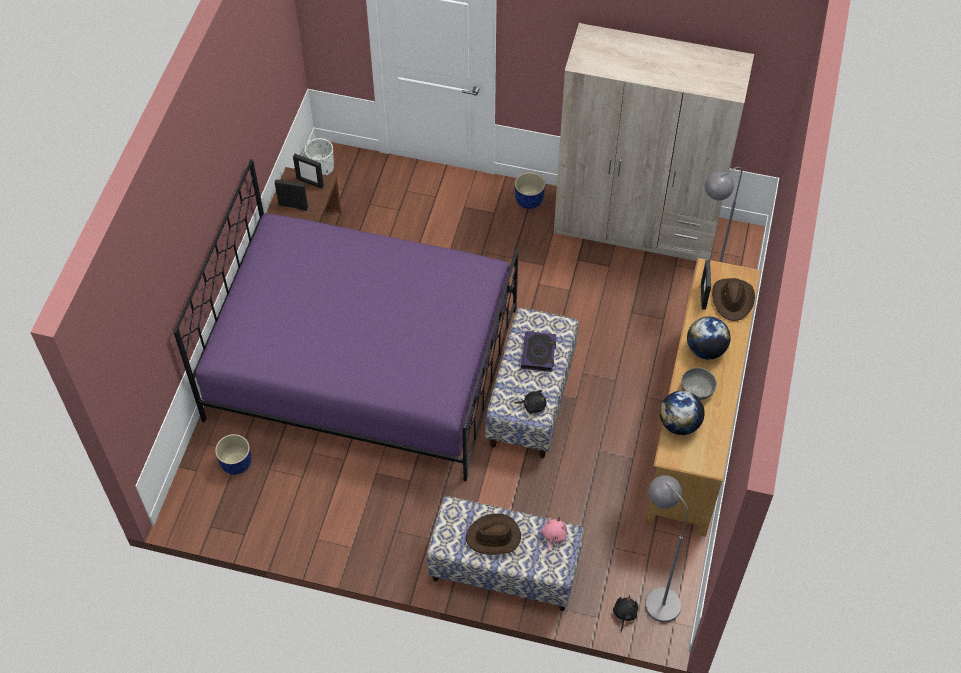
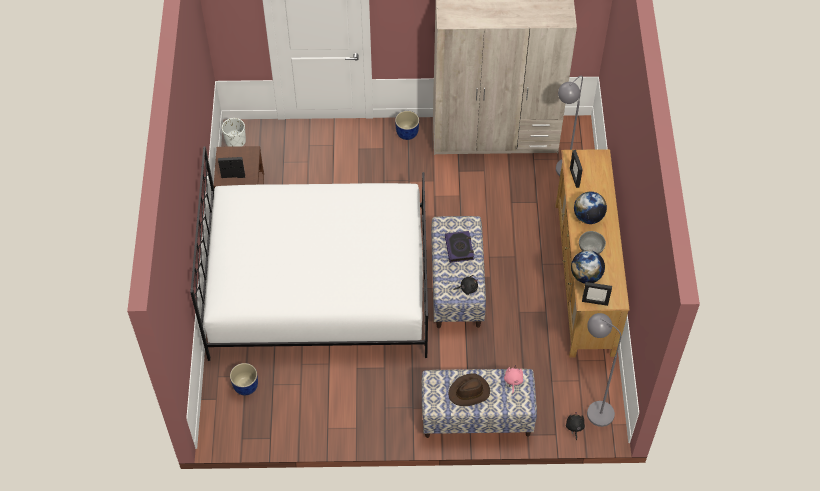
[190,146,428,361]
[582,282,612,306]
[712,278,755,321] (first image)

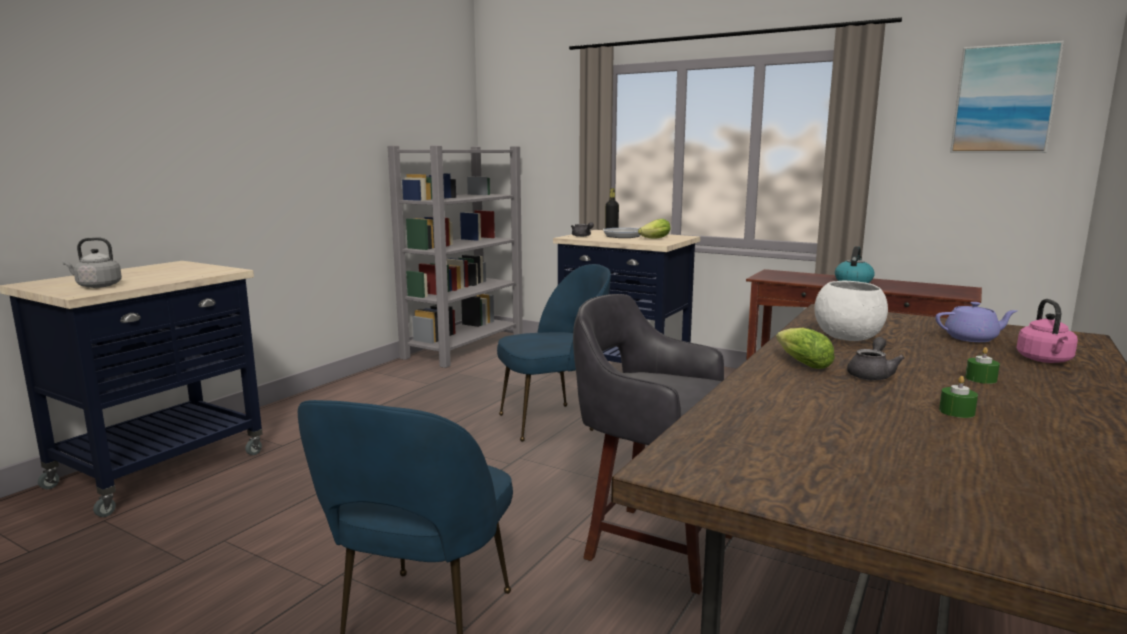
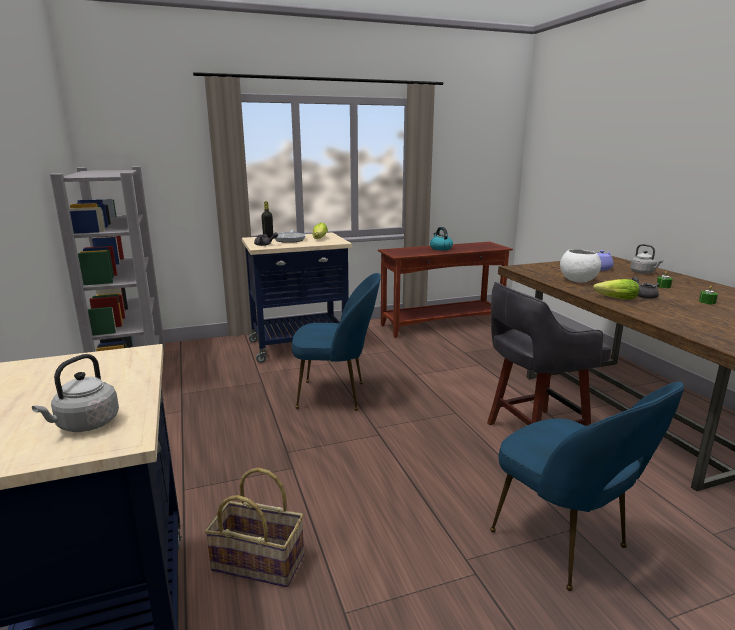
[292,273,381,411]
[950,41,1064,153] (first image)
[630,244,663,274]
[204,467,304,587]

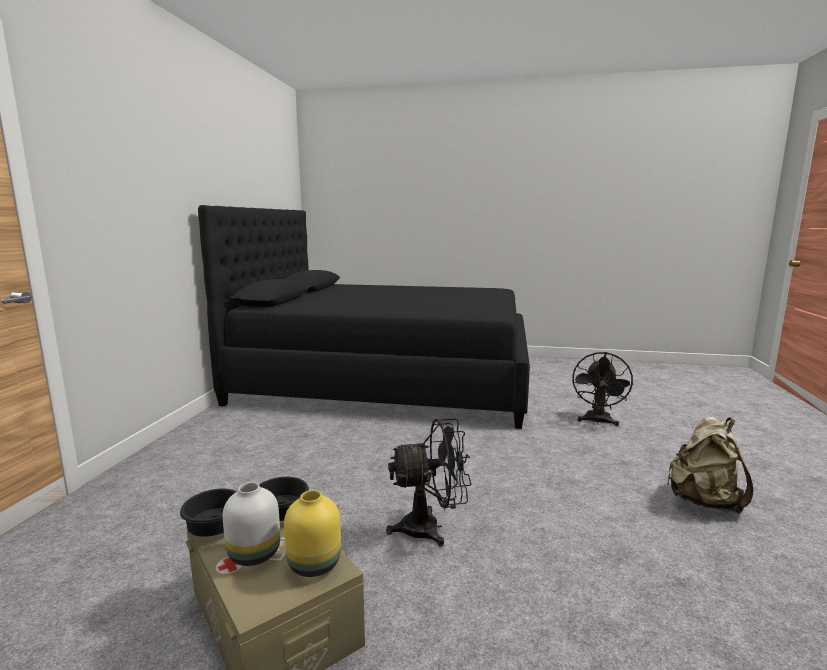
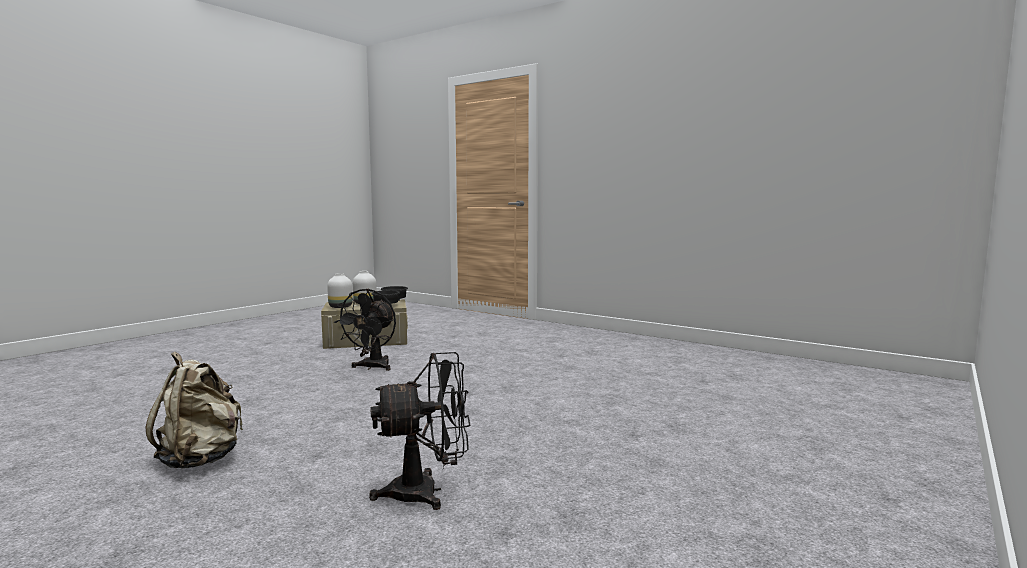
[198,205,530,429] (first image)
[327,273,353,308]
[369,352,470,510]

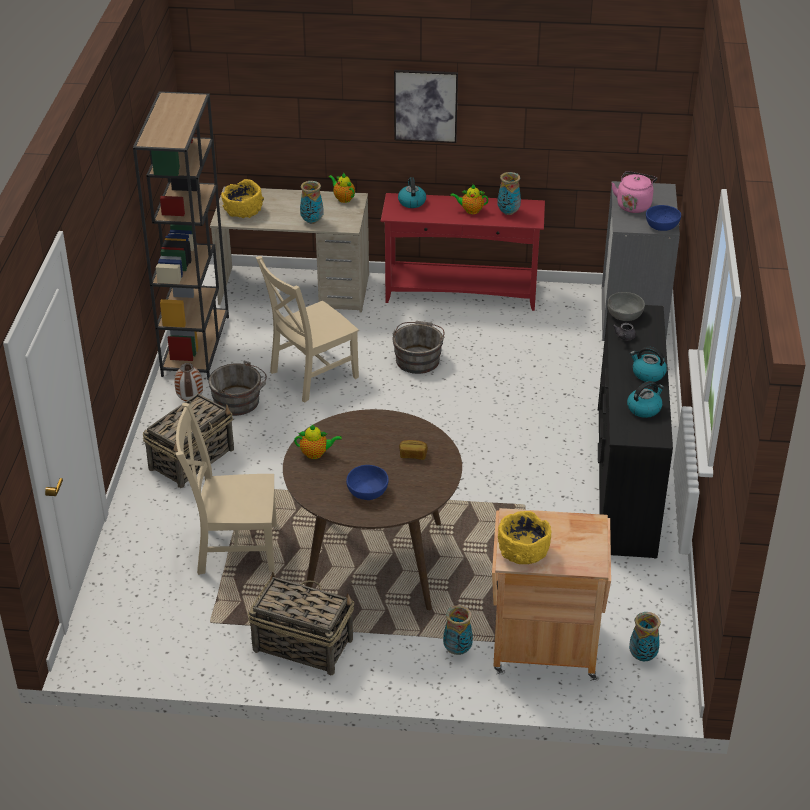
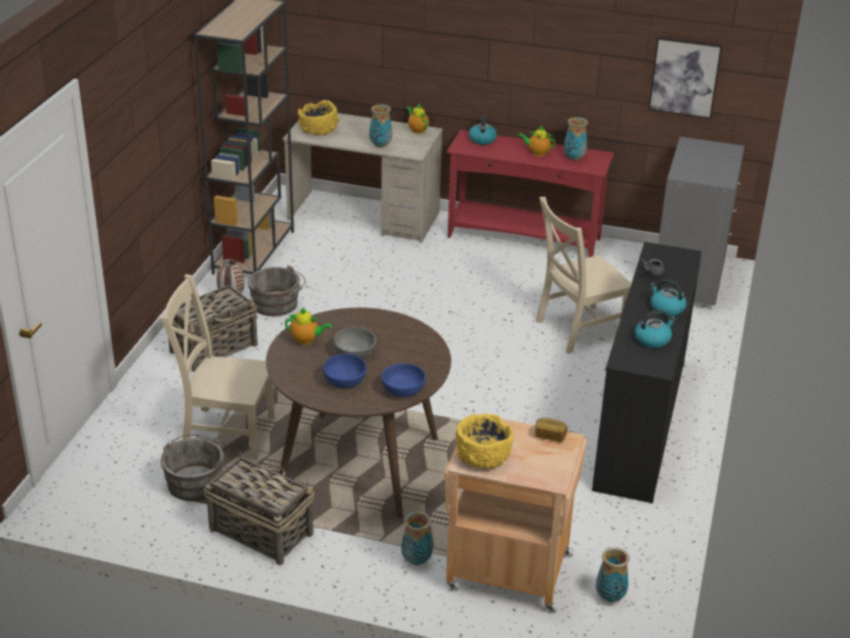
[536,197,631,354]
[161,434,229,501]
[648,37,722,119]
[535,418,568,442]
[334,327,376,359]
[611,171,657,213] (first image)
[382,363,426,397]

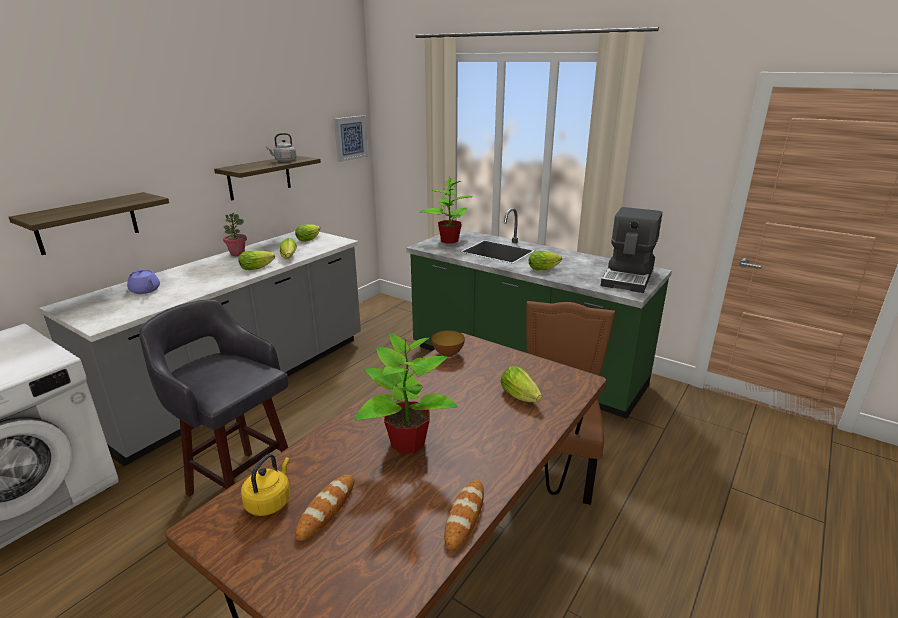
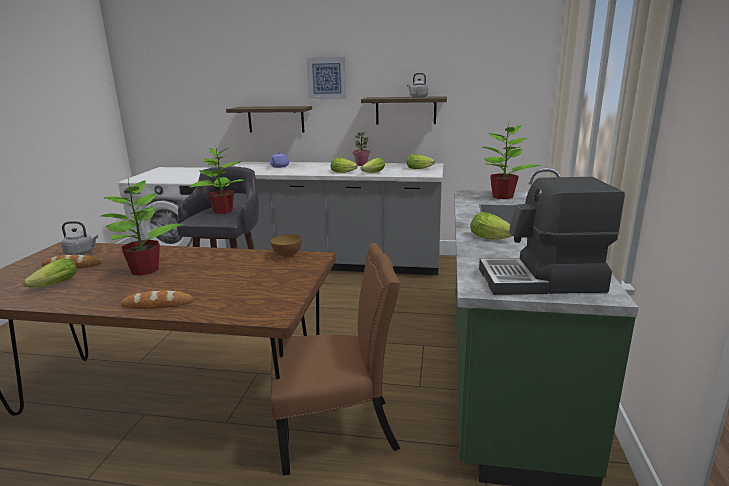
[61,221,98,255]
[306,57,347,99]
[121,290,194,309]
[23,258,77,288]
[190,145,244,214]

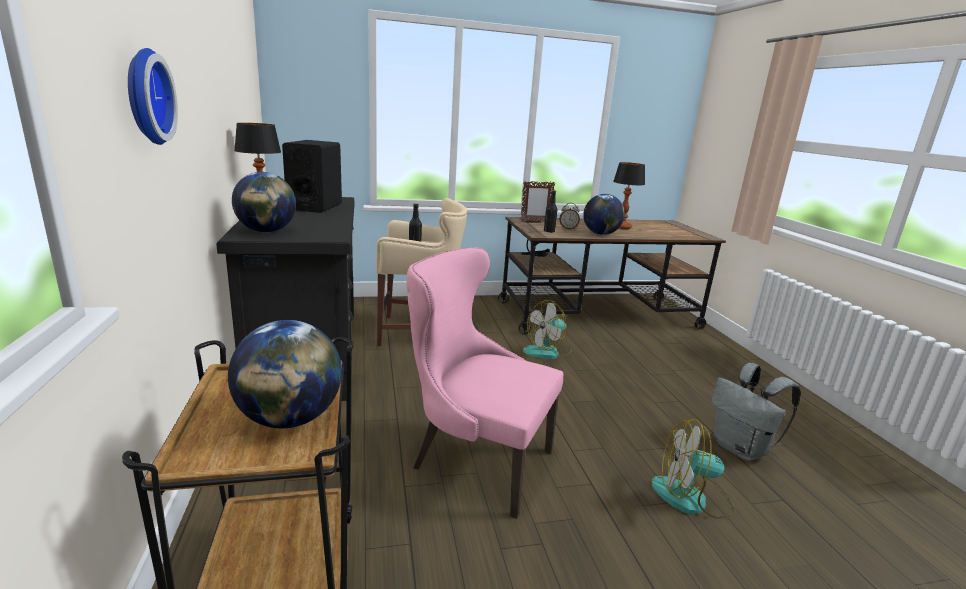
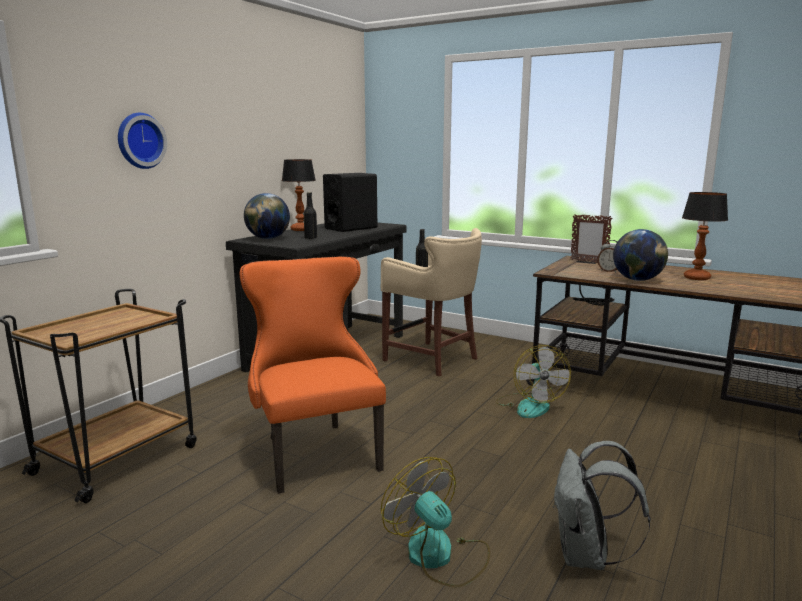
[228,320,342,428] (first image)
[240,256,386,494]
[496,345,571,418]
[304,192,317,239]

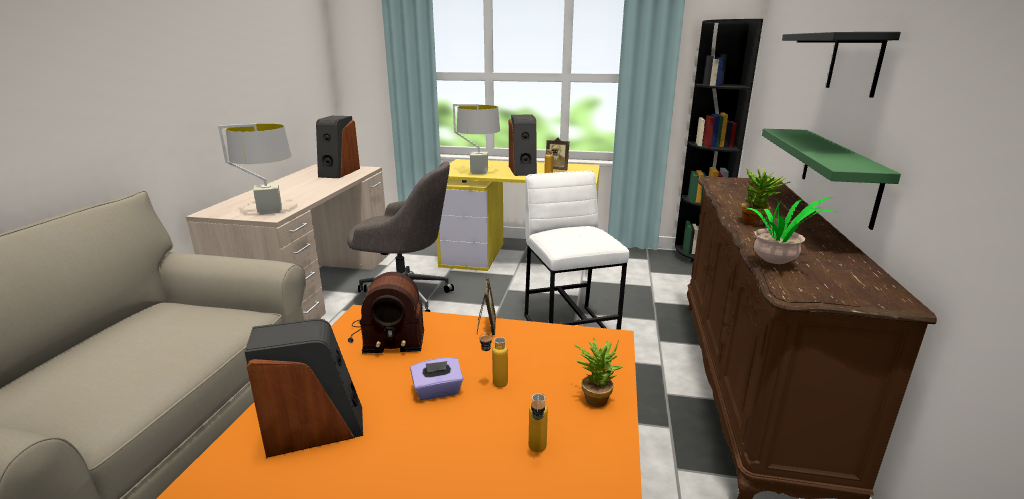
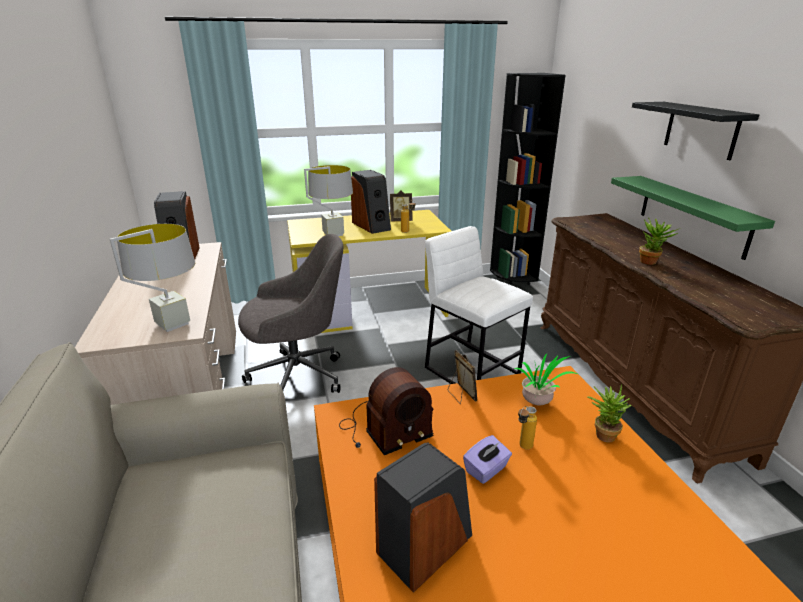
[529,393,548,452] (first image)
[514,353,577,405]

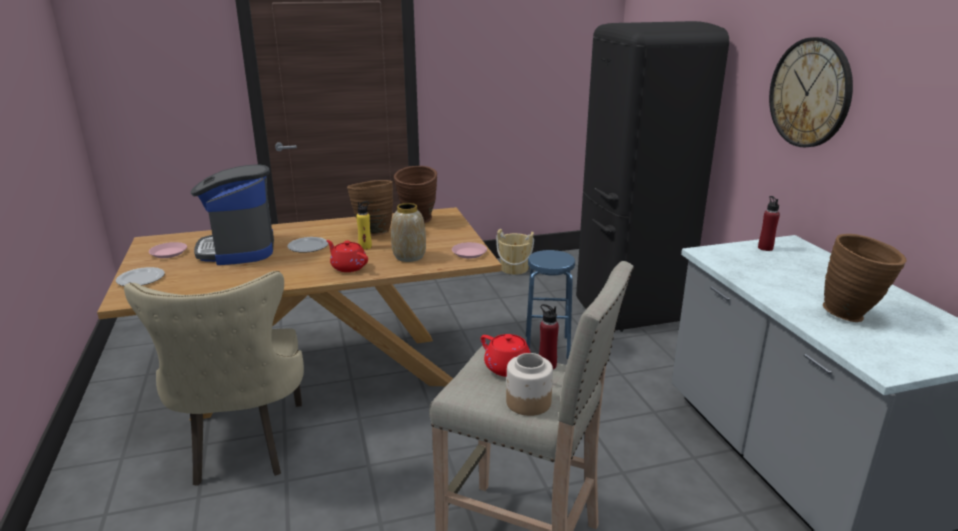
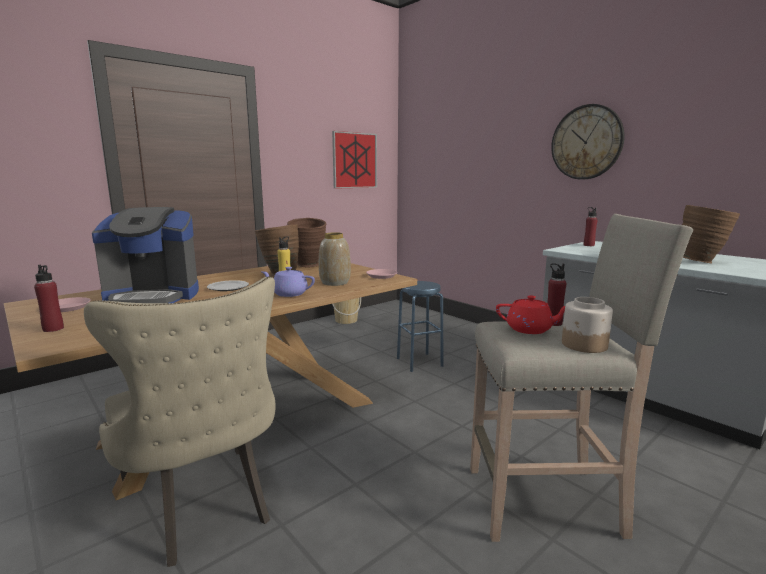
[34,265,64,332]
[92,207,199,303]
[261,267,315,297]
[576,21,729,332] (first image)
[332,131,377,189]

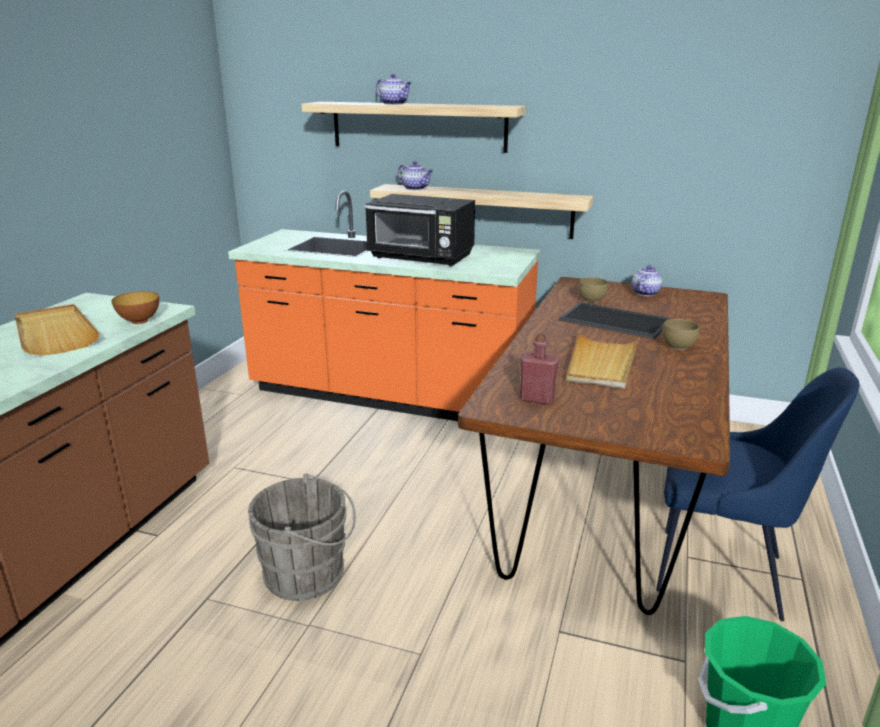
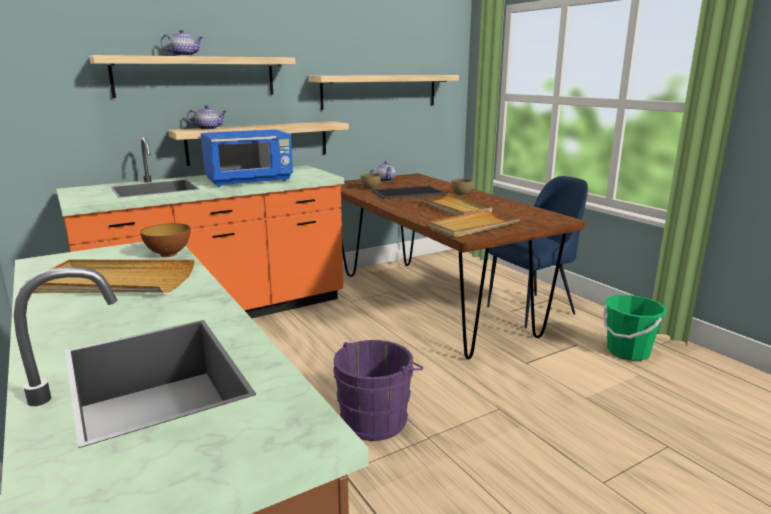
[333,340,424,441]
[201,130,293,187]
[429,209,520,237]
[308,75,459,110]

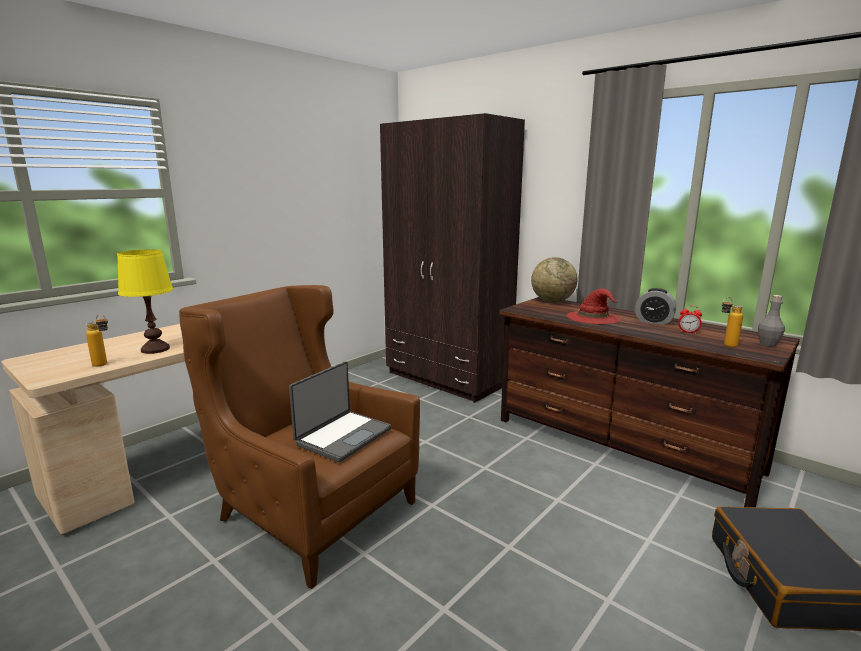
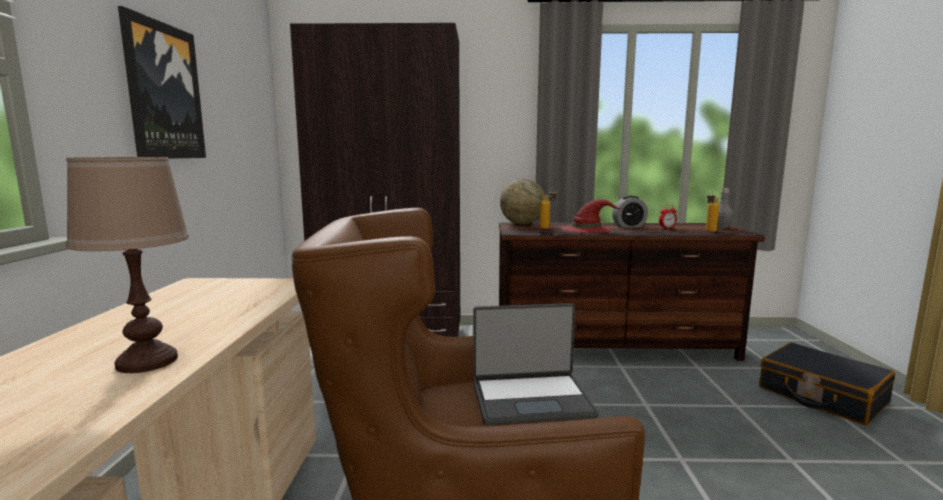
[540,188,557,229]
[66,157,189,373]
[473,303,599,425]
[118,6,206,159]

